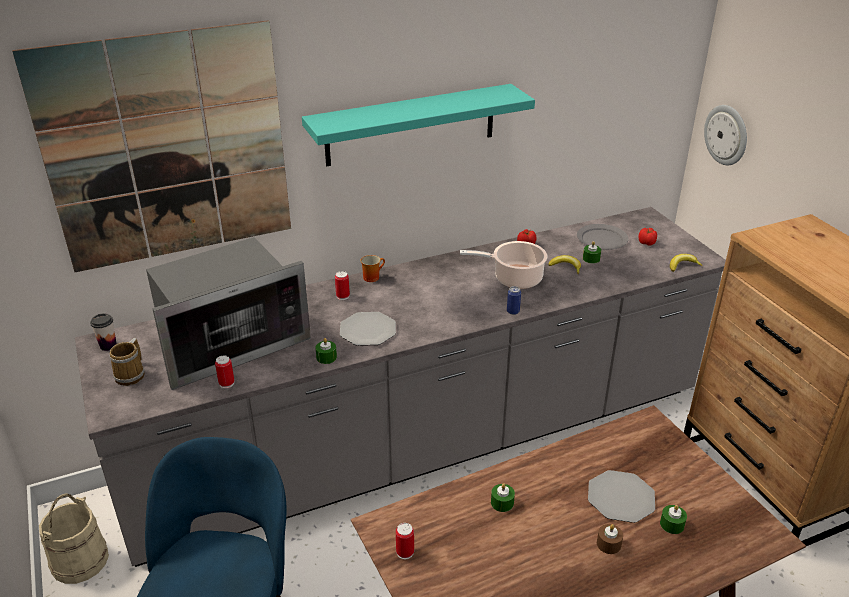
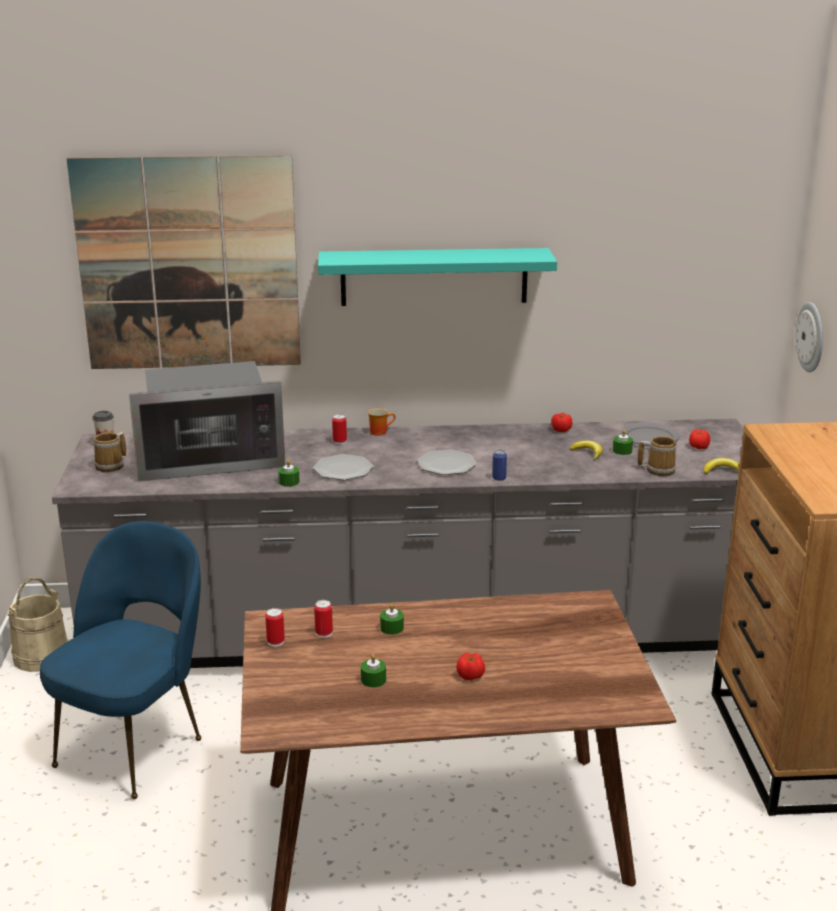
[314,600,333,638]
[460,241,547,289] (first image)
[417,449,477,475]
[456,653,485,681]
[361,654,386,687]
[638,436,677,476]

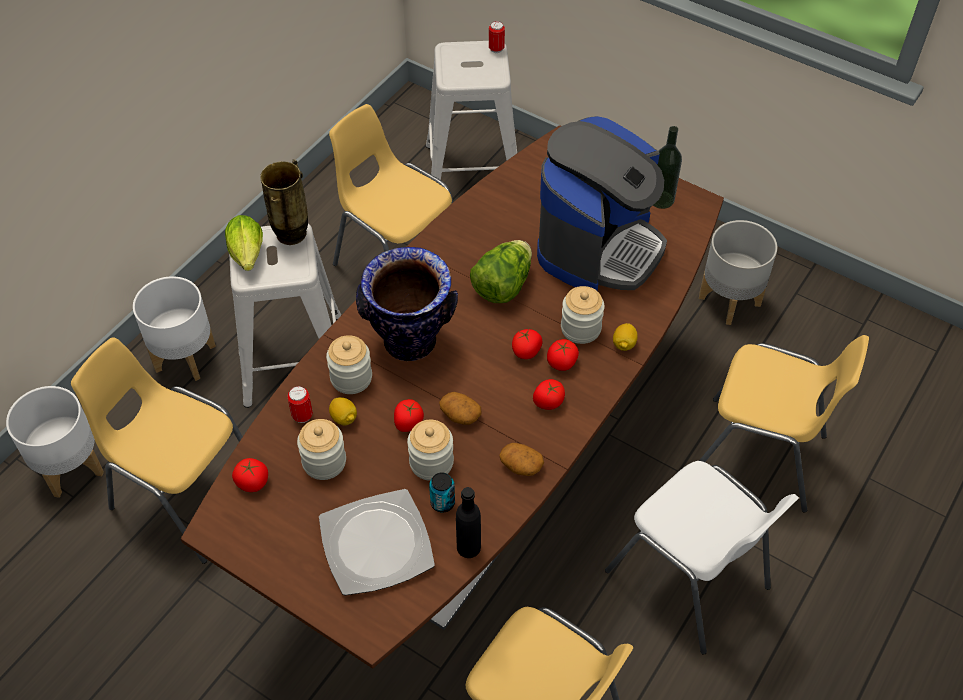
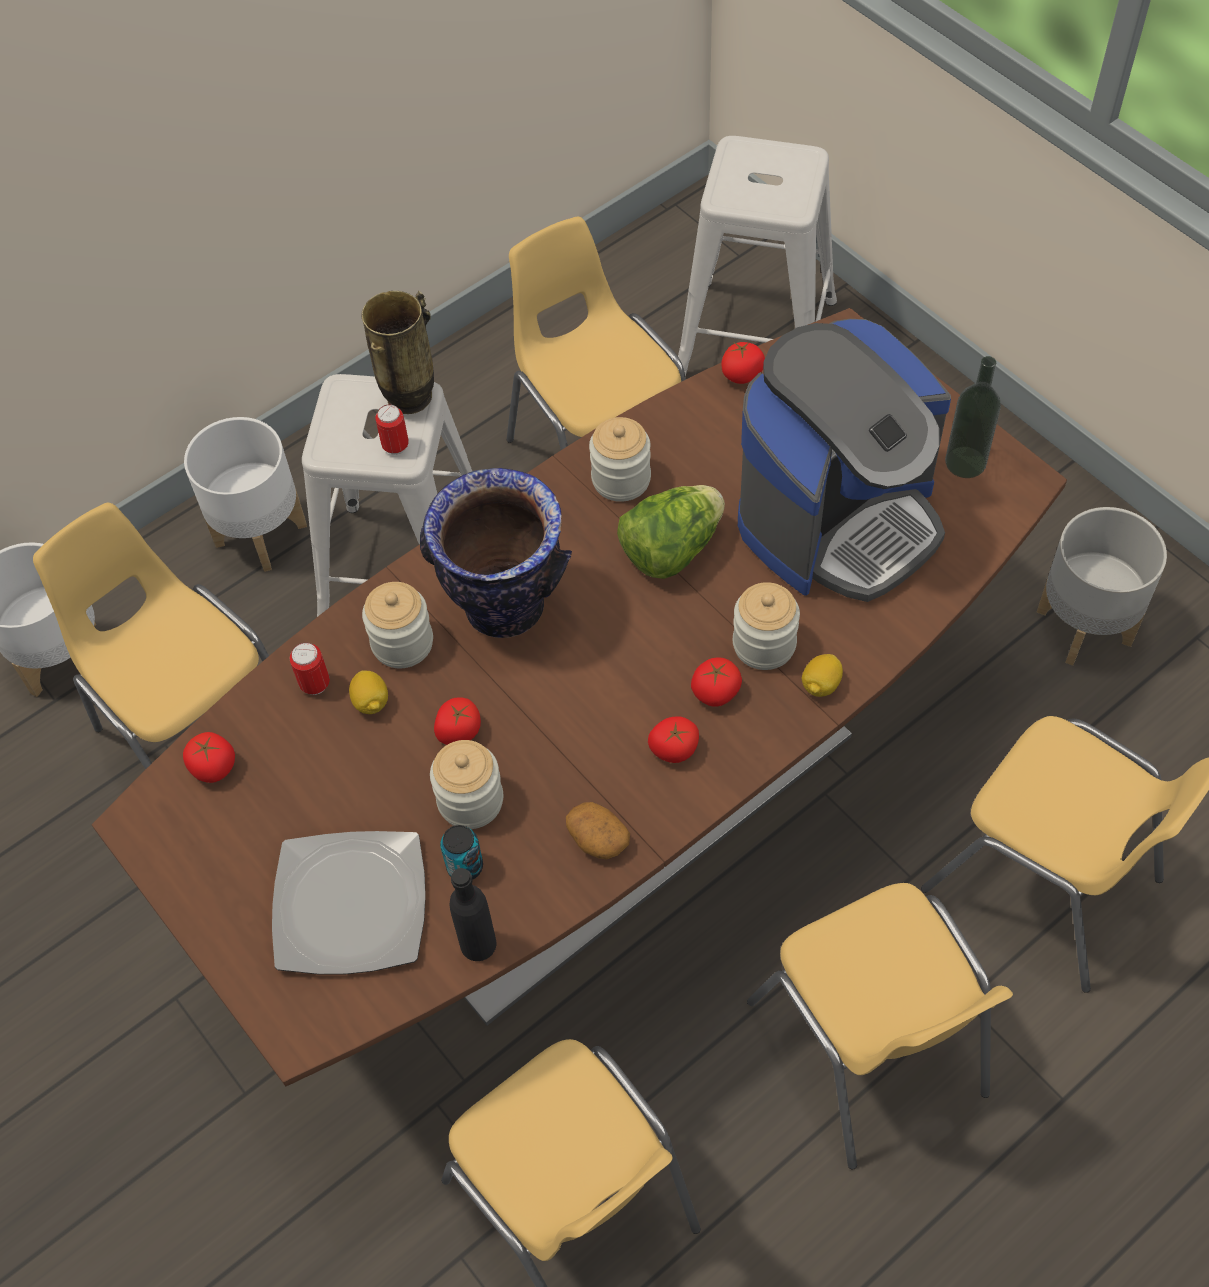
[225,215,263,271] (first image)
[589,417,651,502]
[439,392,482,425] (first image)
[375,404,409,455]
[721,342,765,384]
[747,883,1013,1170]

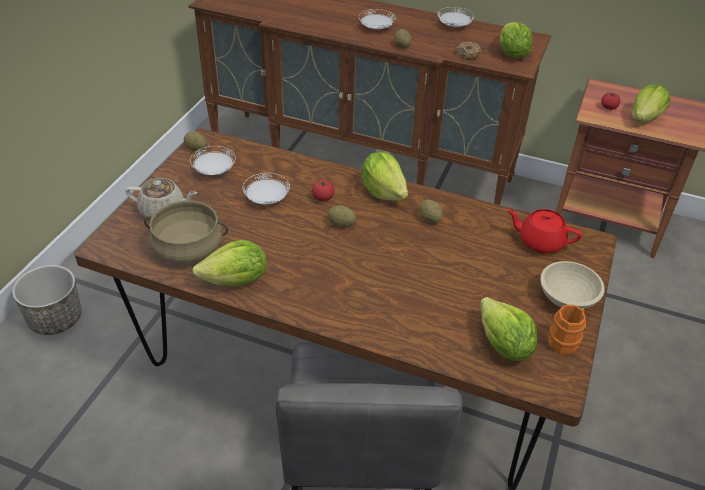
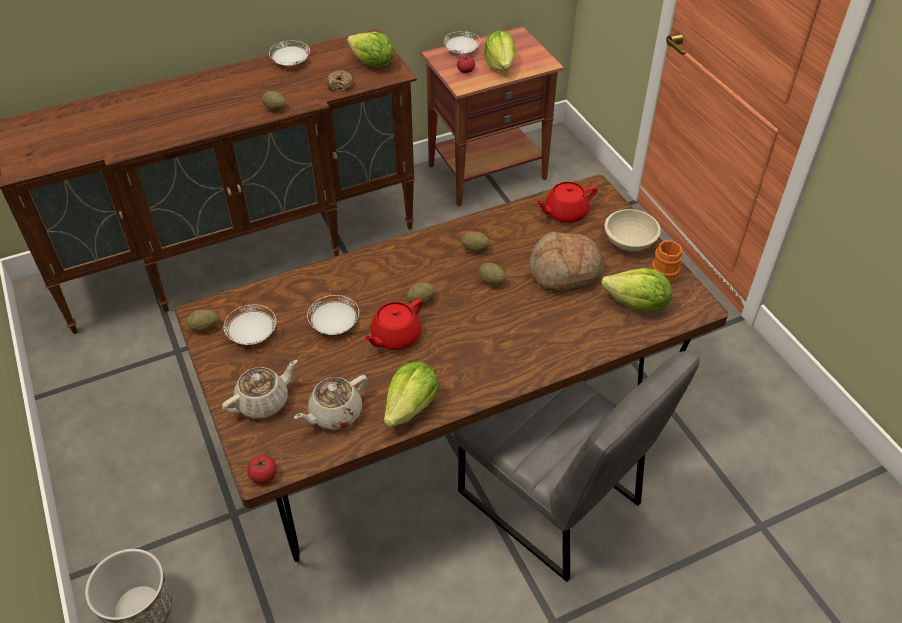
[294,375,368,430]
[247,455,277,483]
[444,31,480,54]
[361,151,408,201] (first image)
[363,299,423,350]
[479,263,506,286]
[529,232,604,292]

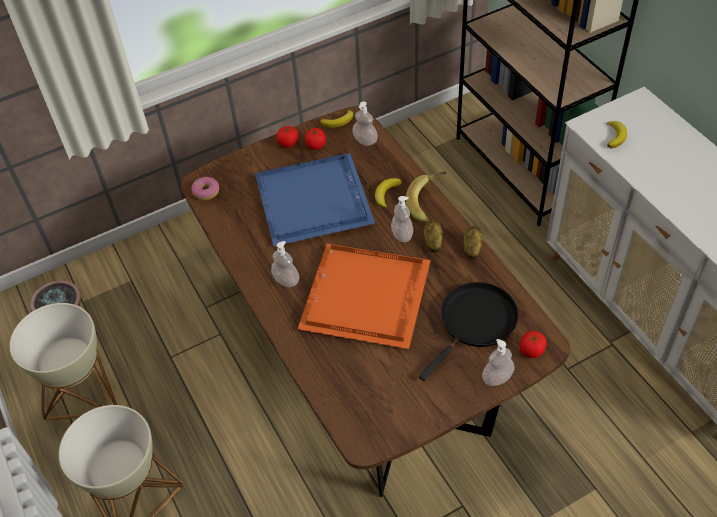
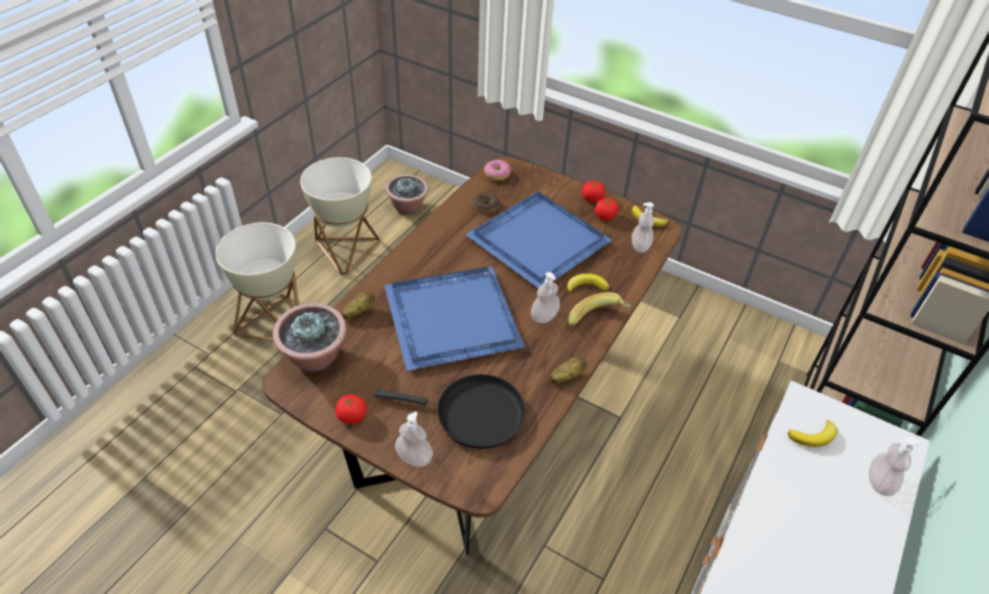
[869,437,921,496]
[384,267,525,371]
[341,292,375,319]
[335,395,367,424]
[273,303,347,372]
[473,192,500,213]

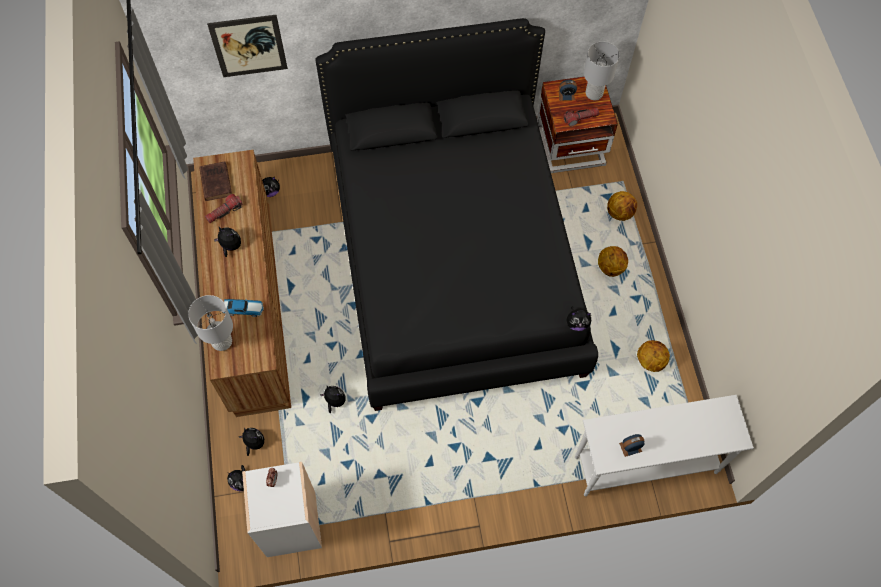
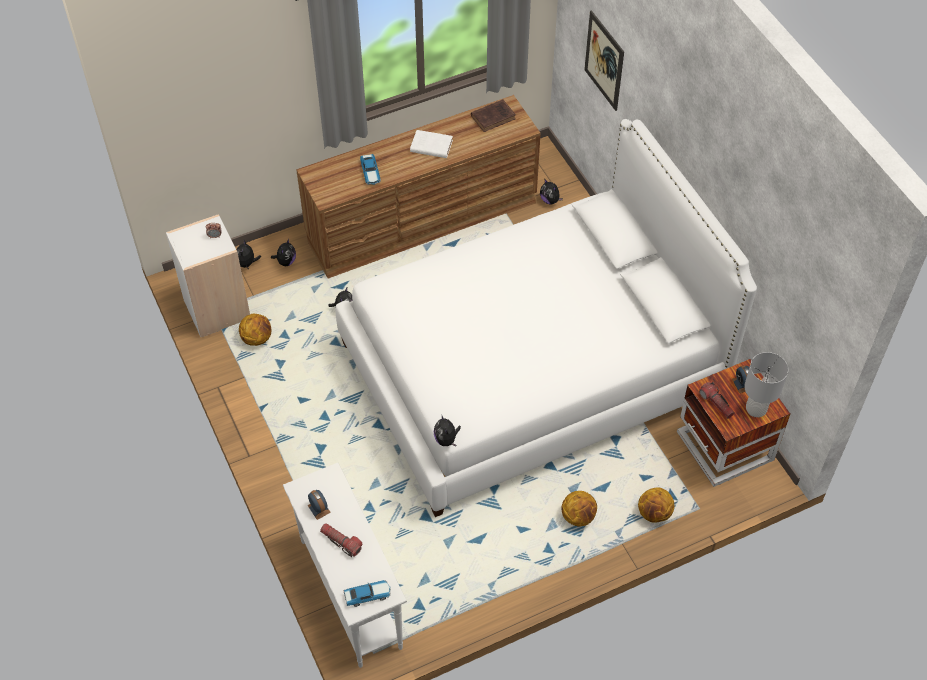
[188,295,233,351] (first image)
[320,523,363,557]
[410,130,453,158]
[335,119,757,517]
[239,314,271,346]
[343,580,391,607]

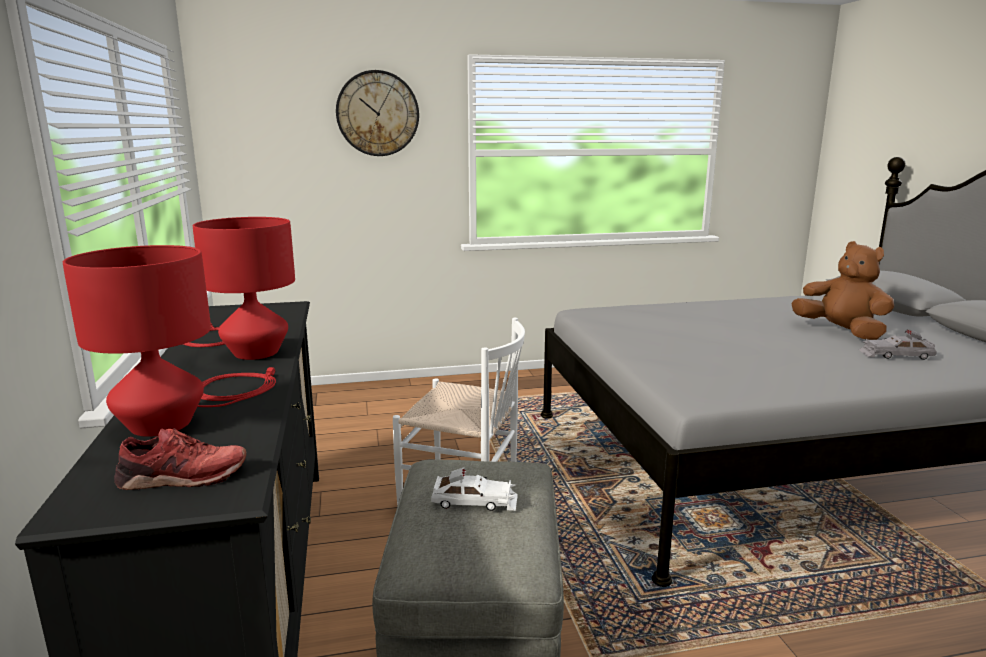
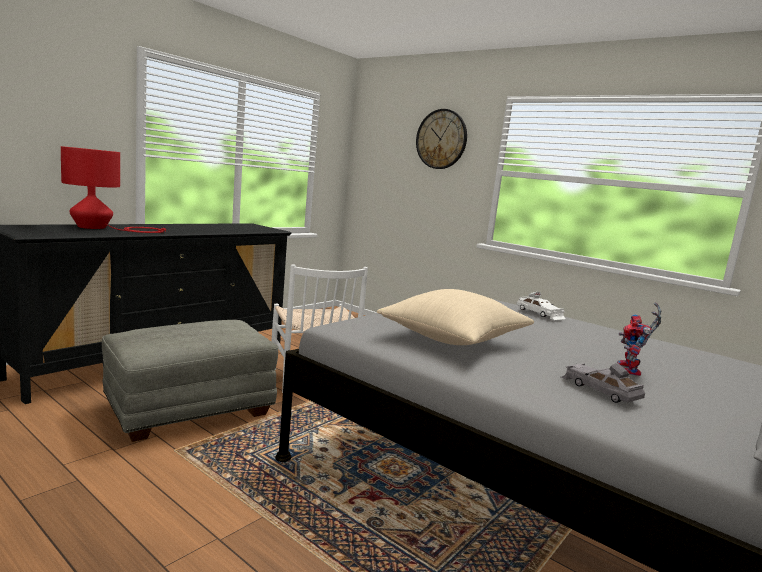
[114,428,246,490] (first image)
[183,217,295,360] (first image)
[517,292,566,320]
[617,303,661,376]
[377,289,534,345]

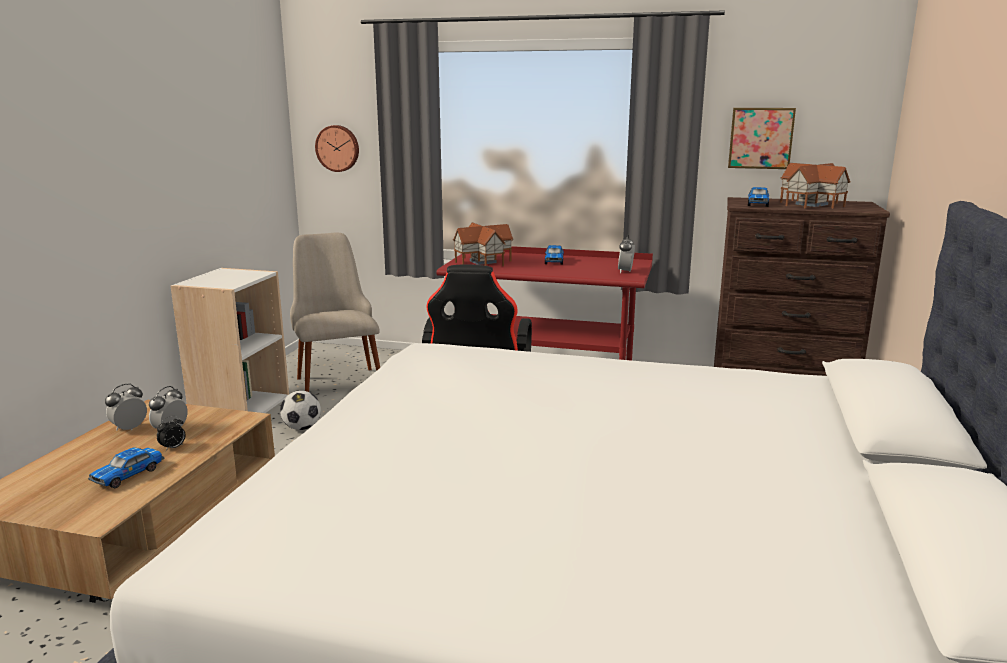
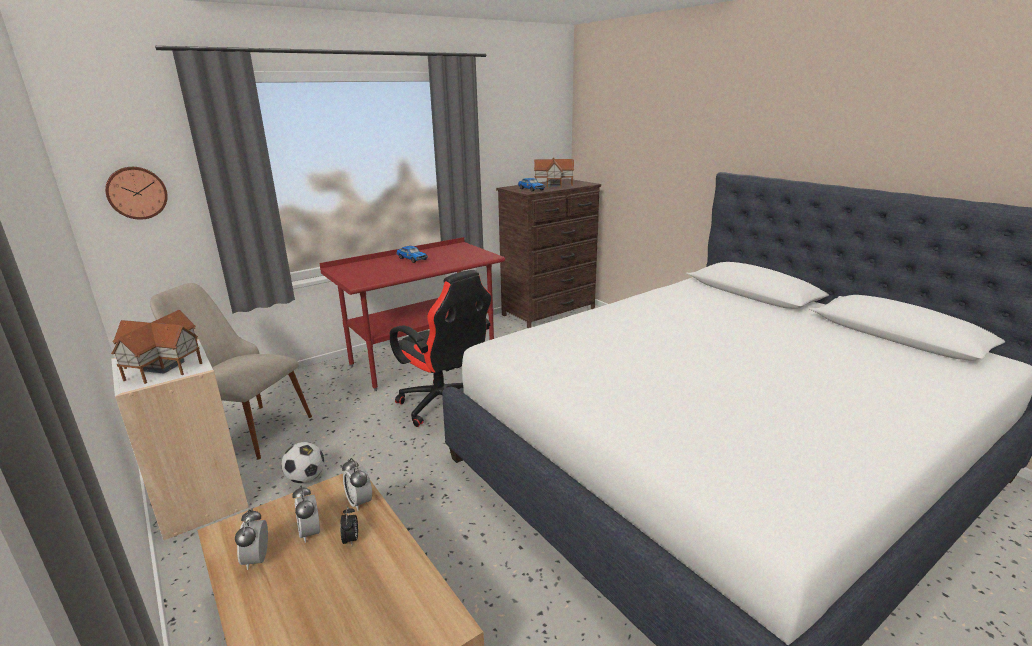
[88,447,165,488] (first image)
[111,310,202,384]
[342,458,372,511]
[728,108,796,169] (first image)

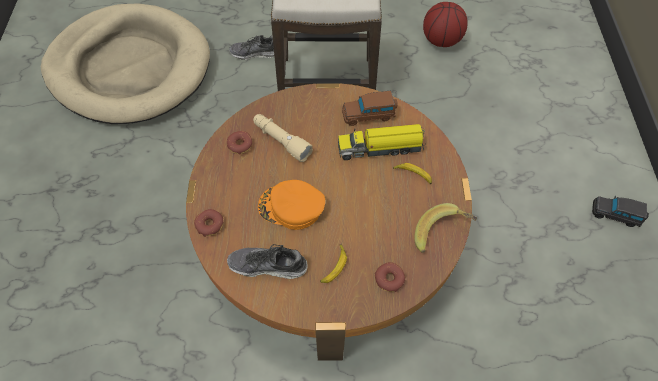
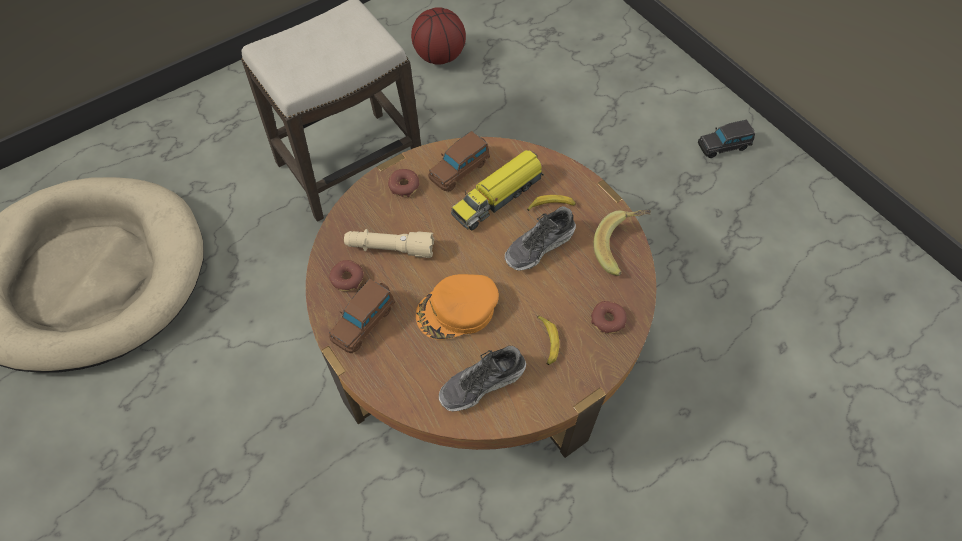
[388,169,419,197]
[505,206,576,271]
[329,279,395,353]

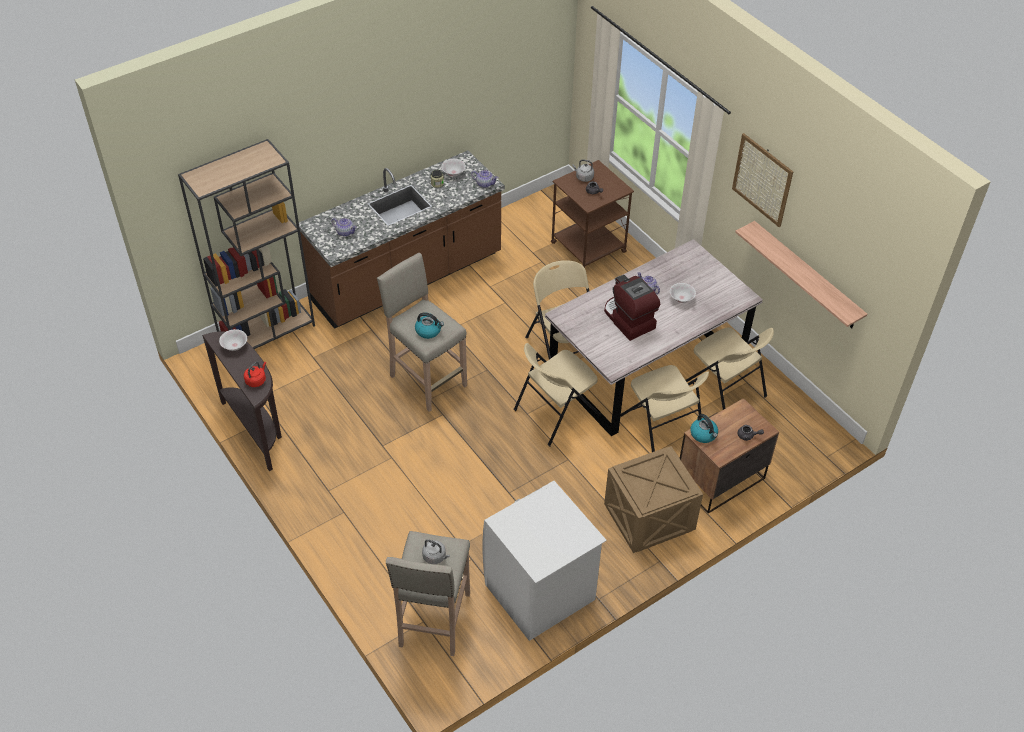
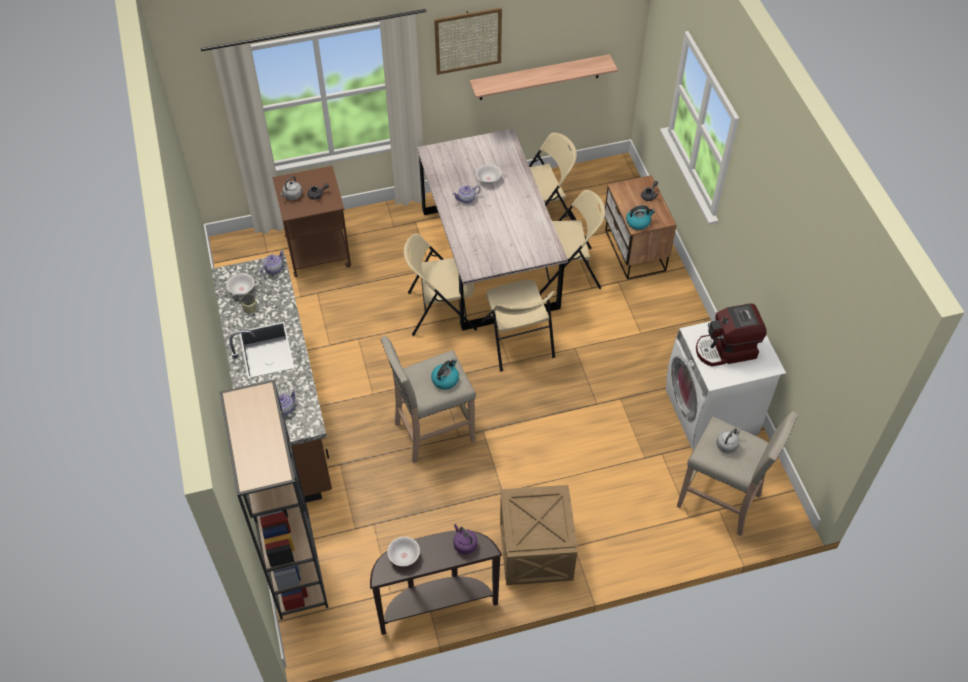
[453,524,477,555]
[696,304,767,366]
[500,485,577,585]

